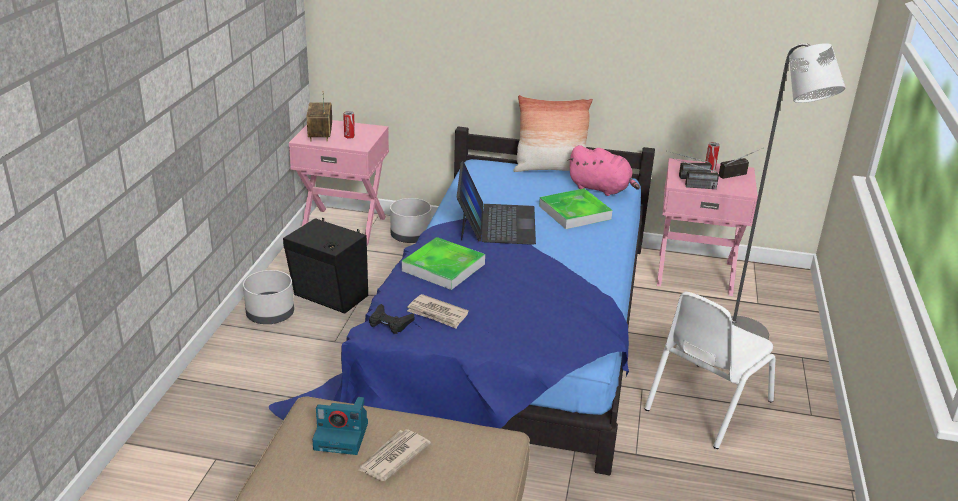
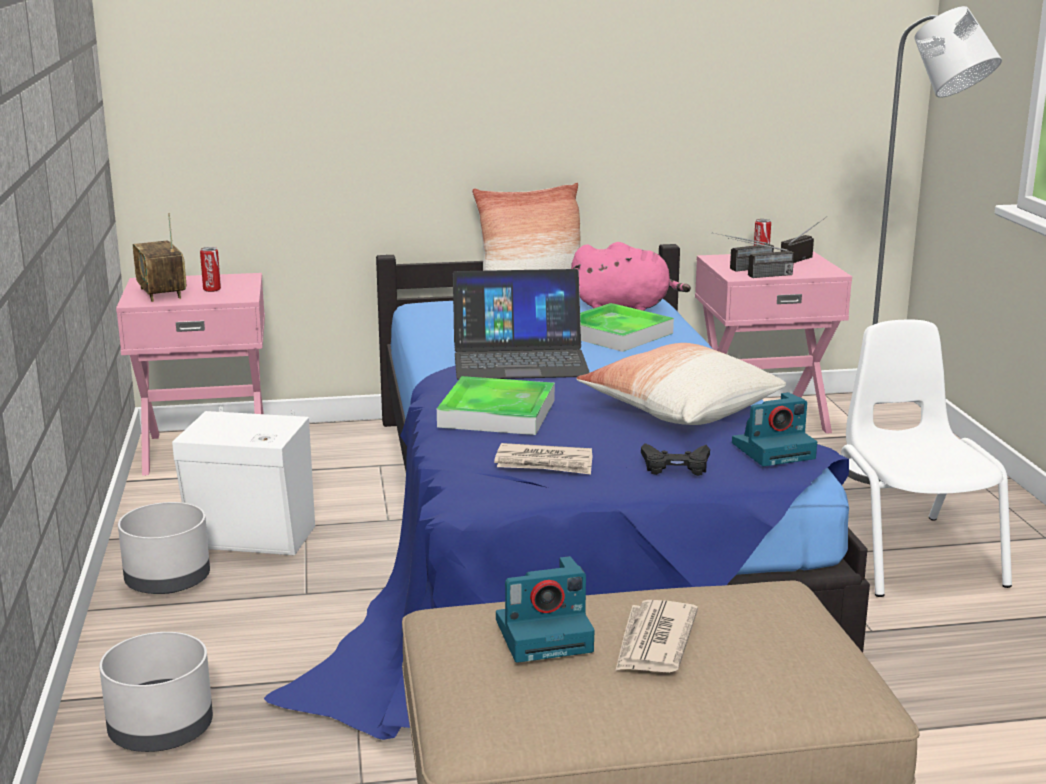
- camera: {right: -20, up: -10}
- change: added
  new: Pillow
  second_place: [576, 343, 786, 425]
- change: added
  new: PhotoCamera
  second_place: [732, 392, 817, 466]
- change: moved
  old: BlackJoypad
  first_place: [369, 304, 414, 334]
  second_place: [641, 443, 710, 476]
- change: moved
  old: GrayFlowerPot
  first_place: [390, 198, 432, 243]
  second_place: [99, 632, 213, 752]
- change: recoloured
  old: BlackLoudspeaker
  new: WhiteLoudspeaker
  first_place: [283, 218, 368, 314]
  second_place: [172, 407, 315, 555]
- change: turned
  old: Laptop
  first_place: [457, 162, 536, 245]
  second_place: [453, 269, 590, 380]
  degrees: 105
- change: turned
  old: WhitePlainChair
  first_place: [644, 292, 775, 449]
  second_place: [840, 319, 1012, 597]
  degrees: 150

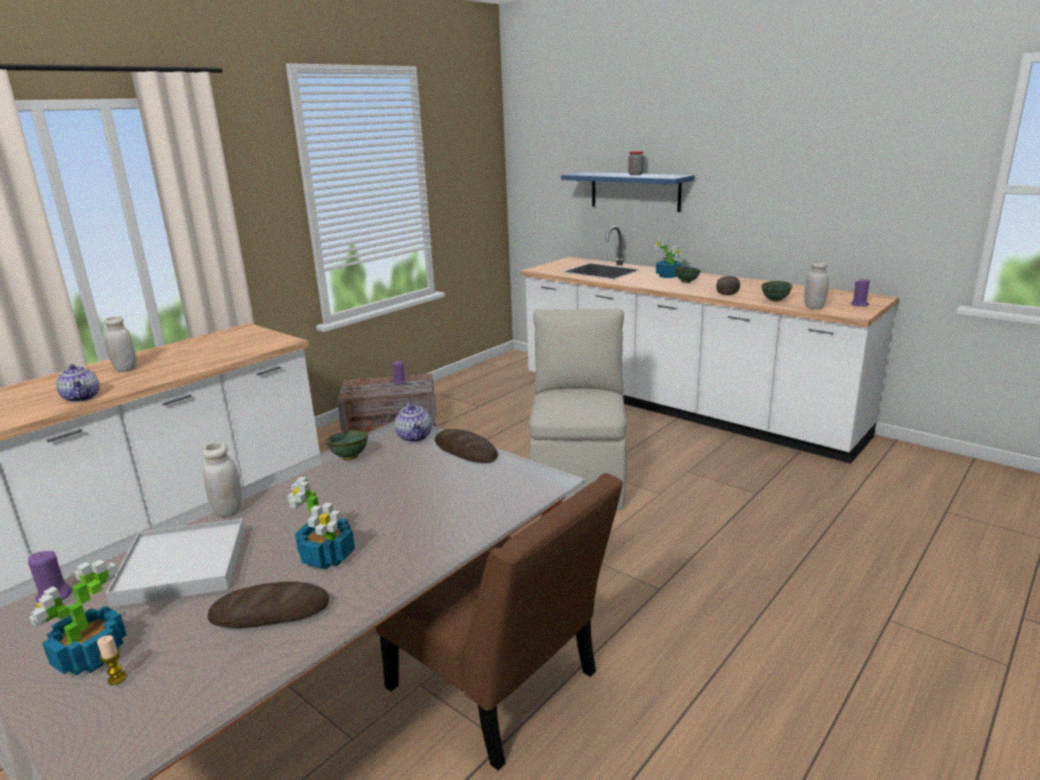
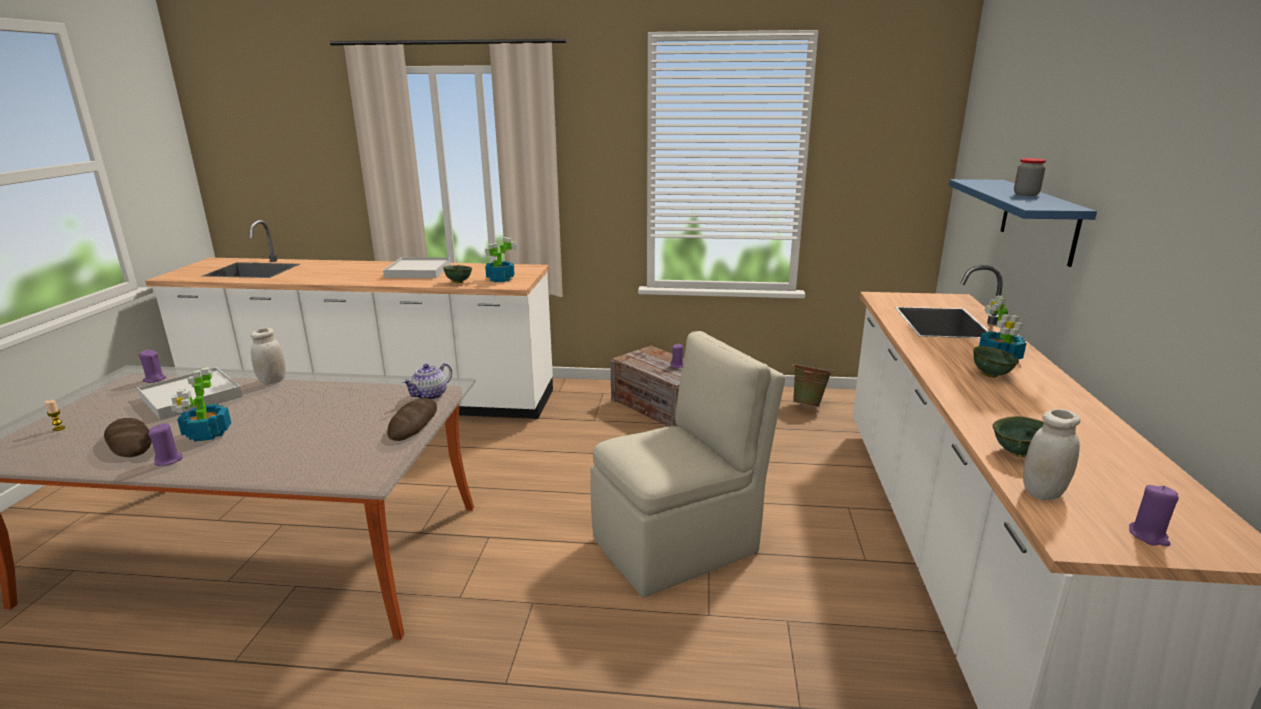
- camera: {right: 55, up: 0}
- change: removed
  old: TeaPot
  first_place: [56, 364, 99, 402]
- change: removed
  old: BrownColouredPlainChair
  first_place: [375, 473, 623, 771]
- change: removed
  old: Bread
  first_place: [716, 276, 740, 295]
- change: added
  new: PurplishWaxLight
  second_place: [148, 423, 183, 466]
- change: added
  new: GreenColouredPail
  second_place: [793, 362, 834, 407]
- change: moved
  old: PottedPlant
  first_place: [29, 560, 127, 676]
  second_place: [485, 237, 516, 282]
- change: moved
  old: GreenColouredServingBowl
  first_place: [325, 430, 369, 460]
  second_place: [443, 265, 472, 283]
- change: replaced
  old: WhitePreserveJar
  new: WhiteTray
  first_place: [104, 316, 137, 372]
  second_place: [383, 257, 451, 278]

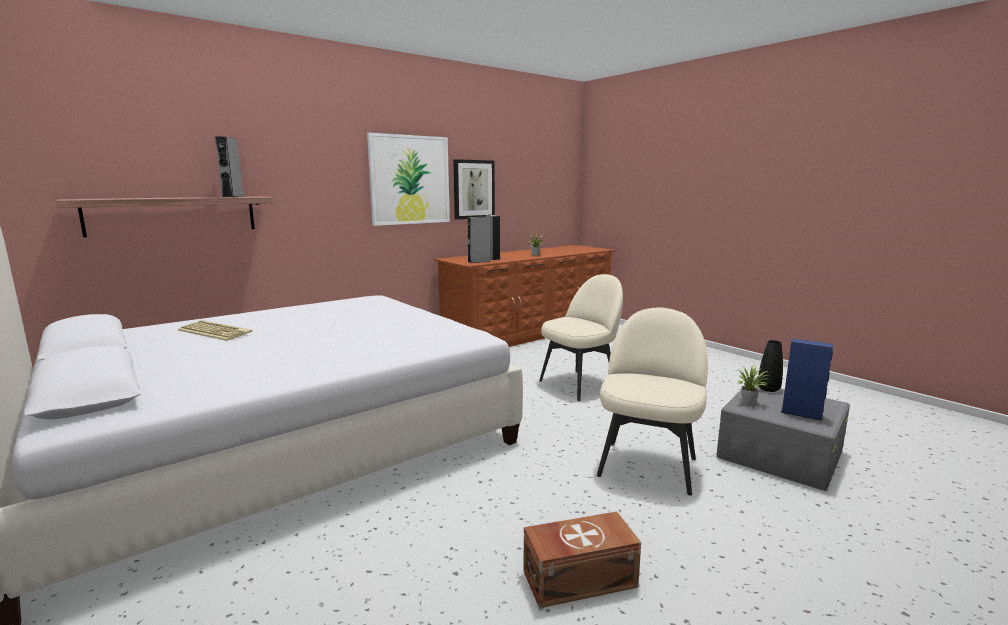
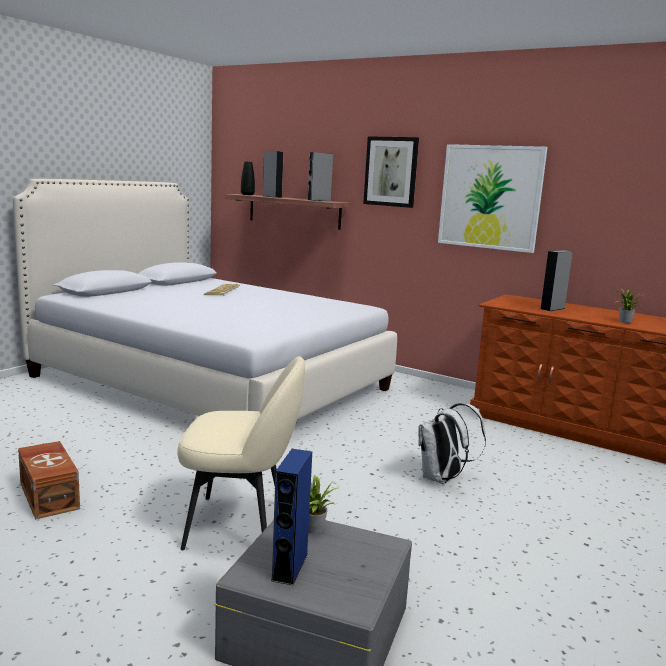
- camera: {right: 70, up: 0}
- change: moved
  old: WallArt
  first_place: [453, 159, 495, 220]
  second_place: [363, 136, 419, 208]
- change: moved
  old: GrayLoudspeaker
  first_place: [467, 217, 490, 263]
  second_place: [263, 151, 283, 198]
- change: moved
  old: BlackVase
  first_place: [758, 340, 783, 392]
  second_place: [241, 162, 255, 195]
- change: replaced
  old: BeigePlainChair
  new: WhiteKnapsack
  first_place: [539, 274, 623, 401]
  second_place: [418, 403, 486, 484]

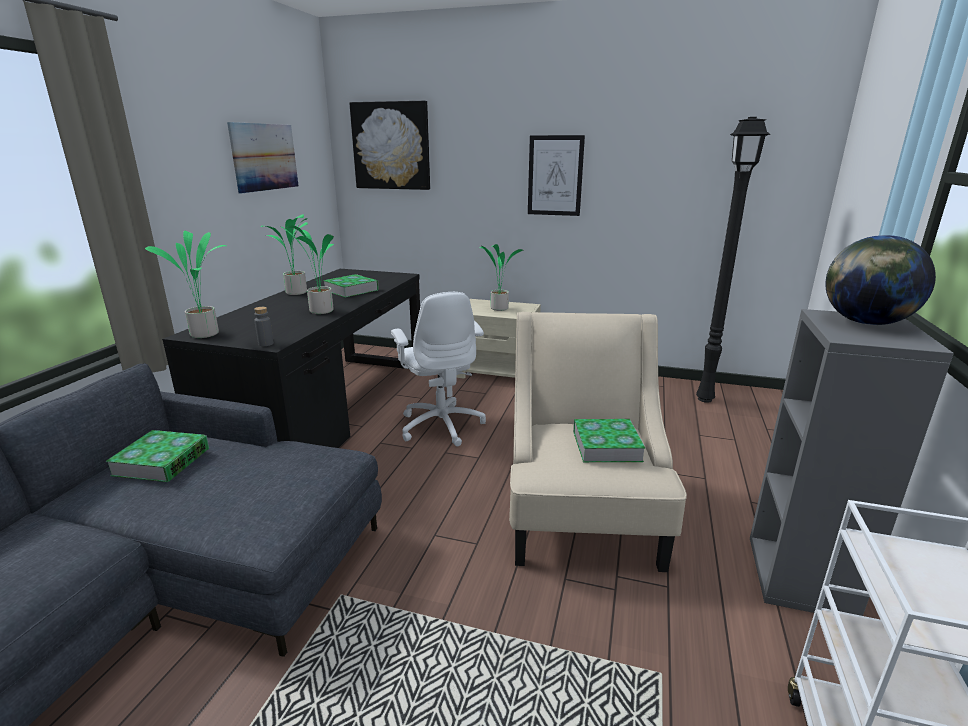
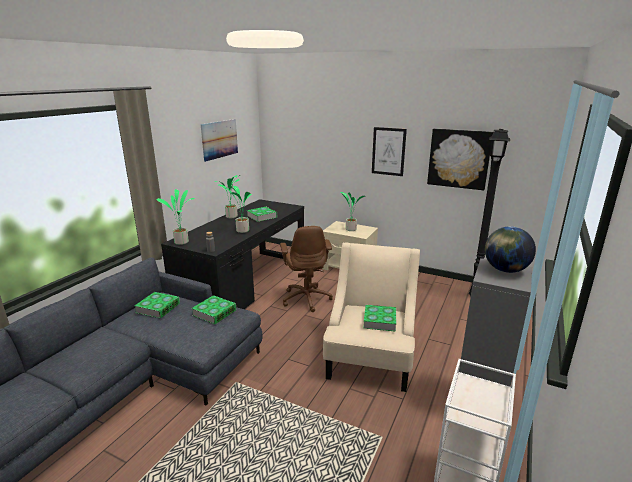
- camera: {right: 10, up: 0}
- change: added
  new: BoundBook
  second_place: [191, 295, 236, 324]
- change: moved
  old: WallArt
  first_place: [349, 101, 430, 190]
  second_place: [427, 128, 494, 190]
- change: recoloured
  old: WhiteComputerChair
  new: BrownColouredComputerChair
  first_place: [391, 292, 486, 446]
  second_place: [280, 226, 333, 312]

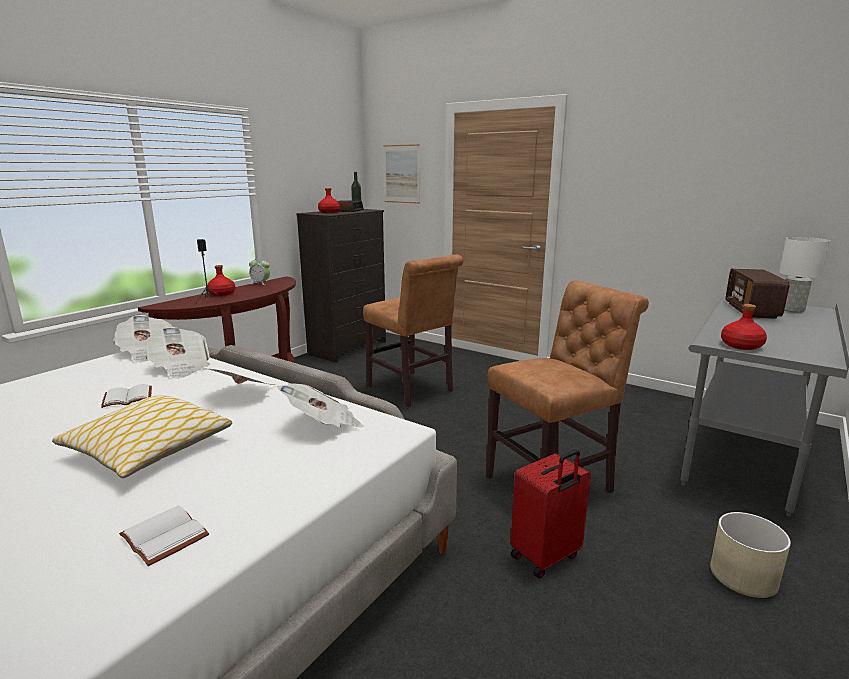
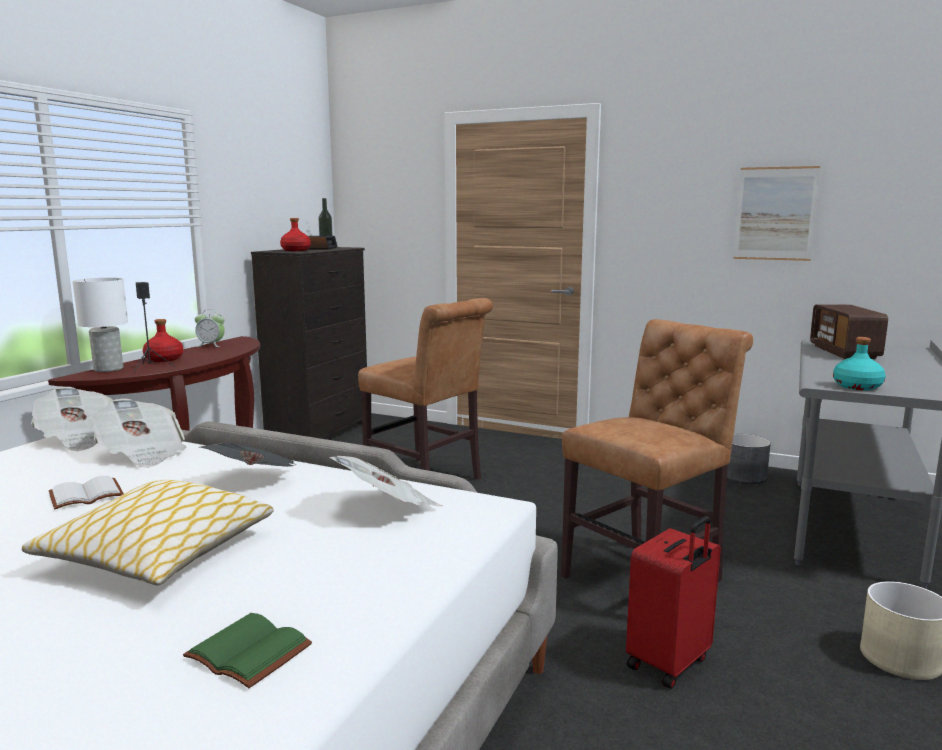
- camera: {right: -10, up: -5}
- change: added
  new: GrayFlowerPot
  second_place: [727, 434, 771, 484]
- change: moved
  old: WallArt
  first_place: [383, 144, 420, 204]
  second_place: [733, 166, 820, 261]
- change: moved
  old: WhiteLampForATable
  first_place: [779, 237, 830, 312]
  second_place: [72, 278, 128, 372]
- change: recoloured
  old: WhiteBoundBook
  new: GreenColouredBoundBook
  first_place: [119, 505, 209, 566]
  second_place: [183, 613, 312, 688]
- change: recoloured
  old: RedColouredBottle
  new: BlueGreenBottle
  first_place: [721, 304, 767, 350]
  second_place: [833, 337, 886, 390]

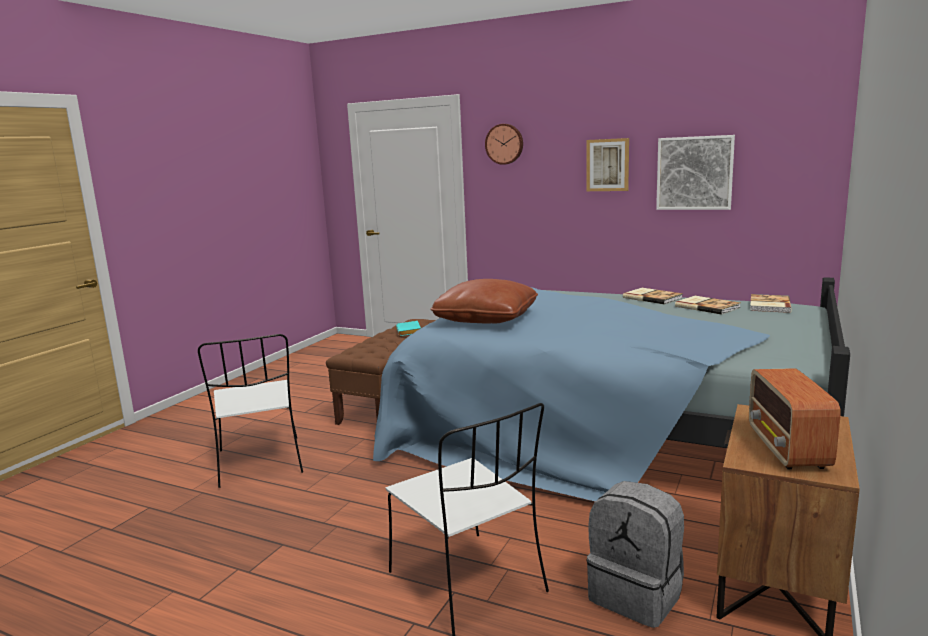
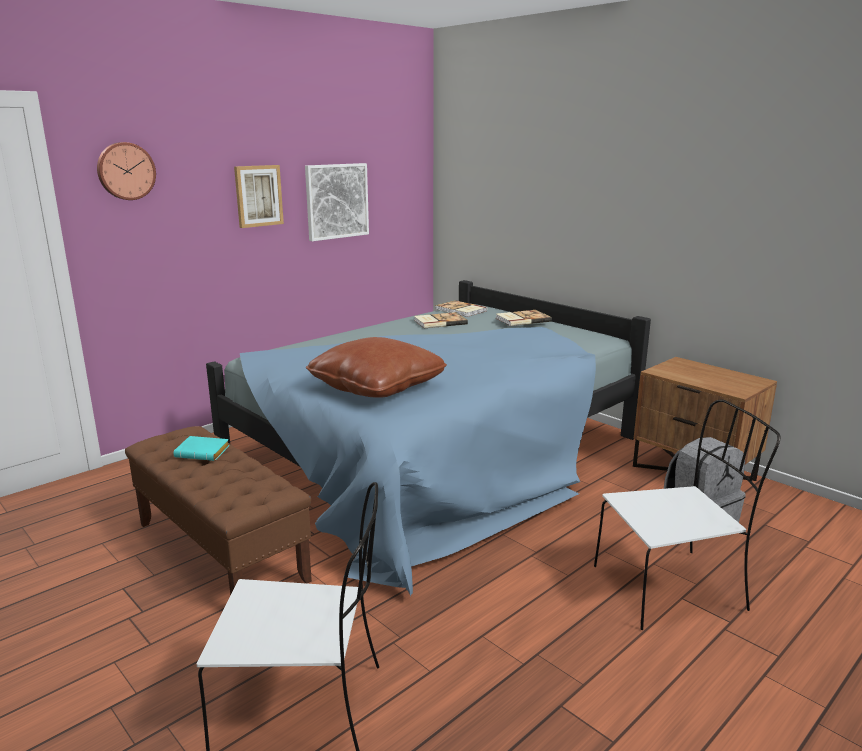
- camera: {right: -70, up: 5}
- change: removed
  old: RadioReceiver
  first_place: [749, 368, 840, 469]
- change: moved
  old: BoundBook
  first_place: [623, 288, 683, 305]
  second_place: [496, 310, 552, 326]

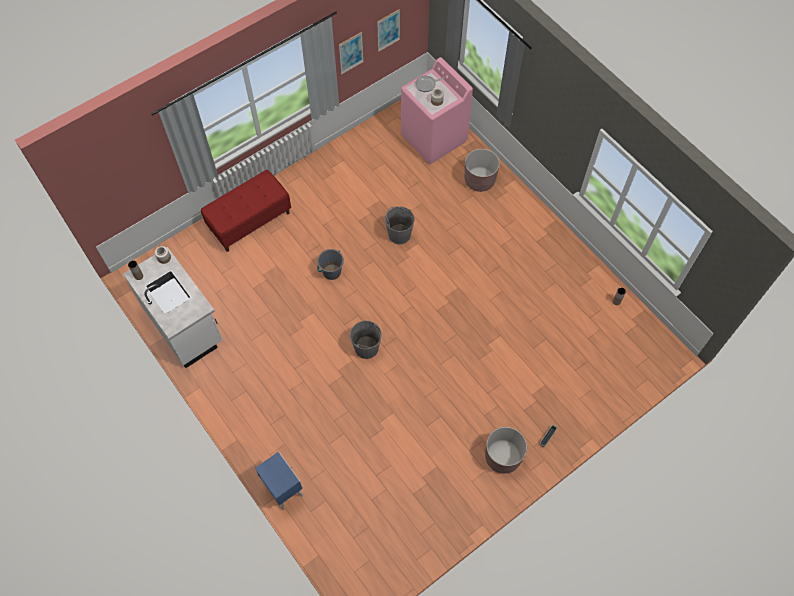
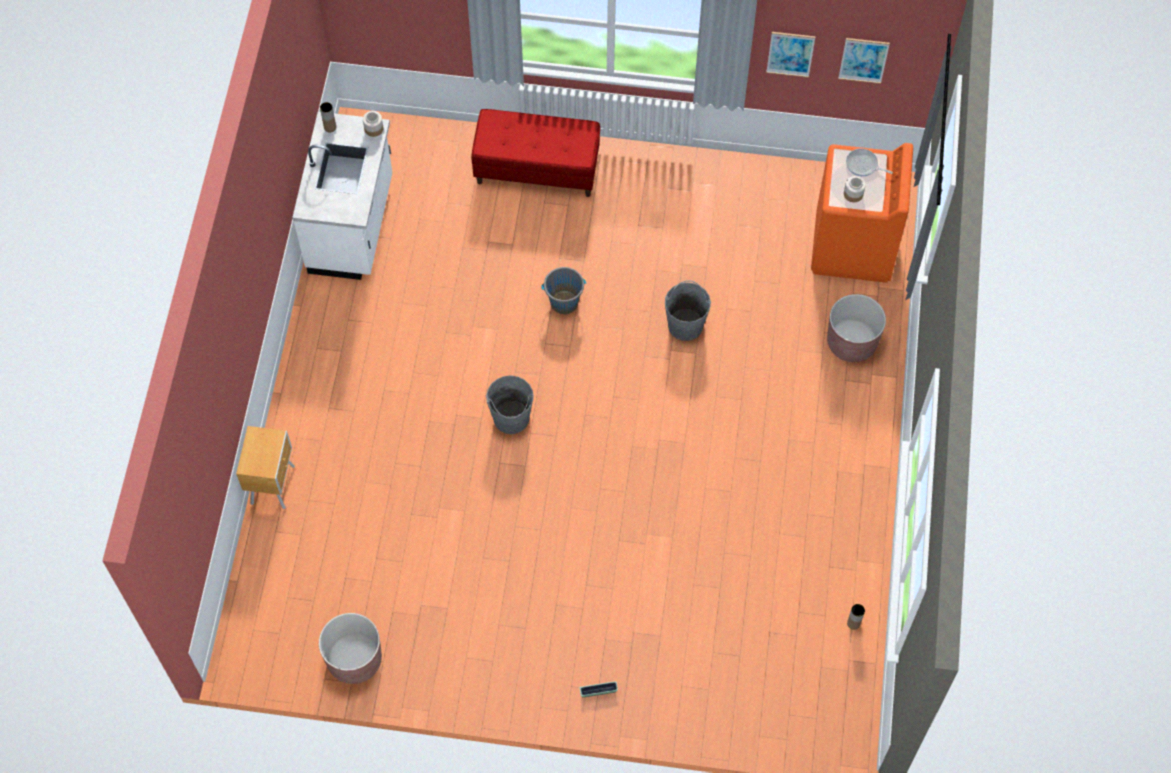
- camera: {right: 45, up: 0}
- change: moved
  old: BrownColouredFlowerPot
  first_place: [485, 427, 527, 474]
  second_place: [319, 613, 382, 684]
- change: recoloured
  old: BluishNightTable
  new: BrownColouredNightTable
  first_place: [255, 452, 303, 510]
  second_place: [236, 426, 295, 509]
- change: recoloured
  old: PinkishLaundryMachine
  new: OrangeColouredLaundryMachine
  first_place: [401, 57, 473, 164]
  second_place: [811, 143, 913, 283]

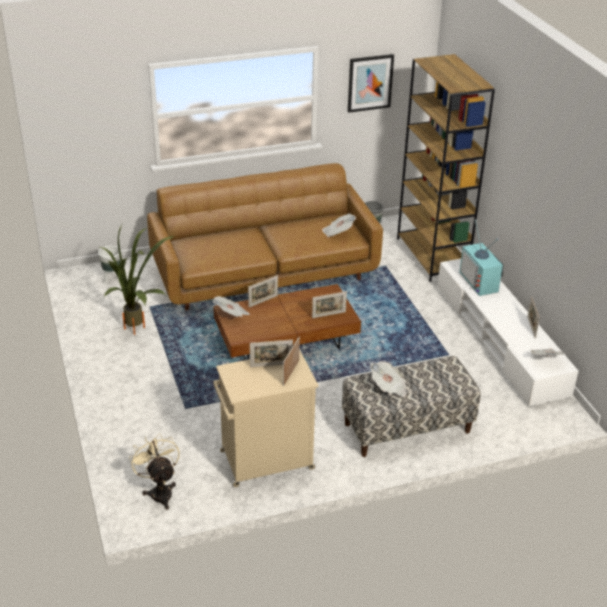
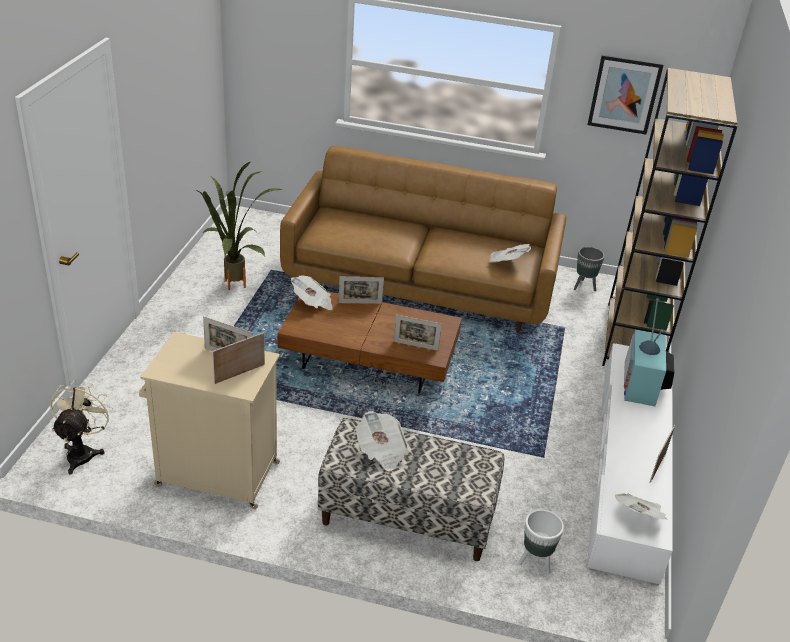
- camera: {right: 30, up: 0}
- change: moved
  old: WhiteFlowerPot
  first_place: [98, 246, 121, 284]
  second_place: [518, 509, 564, 574]

